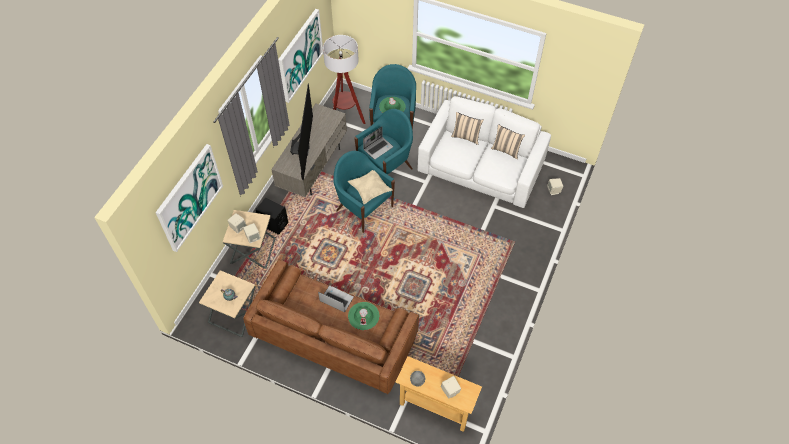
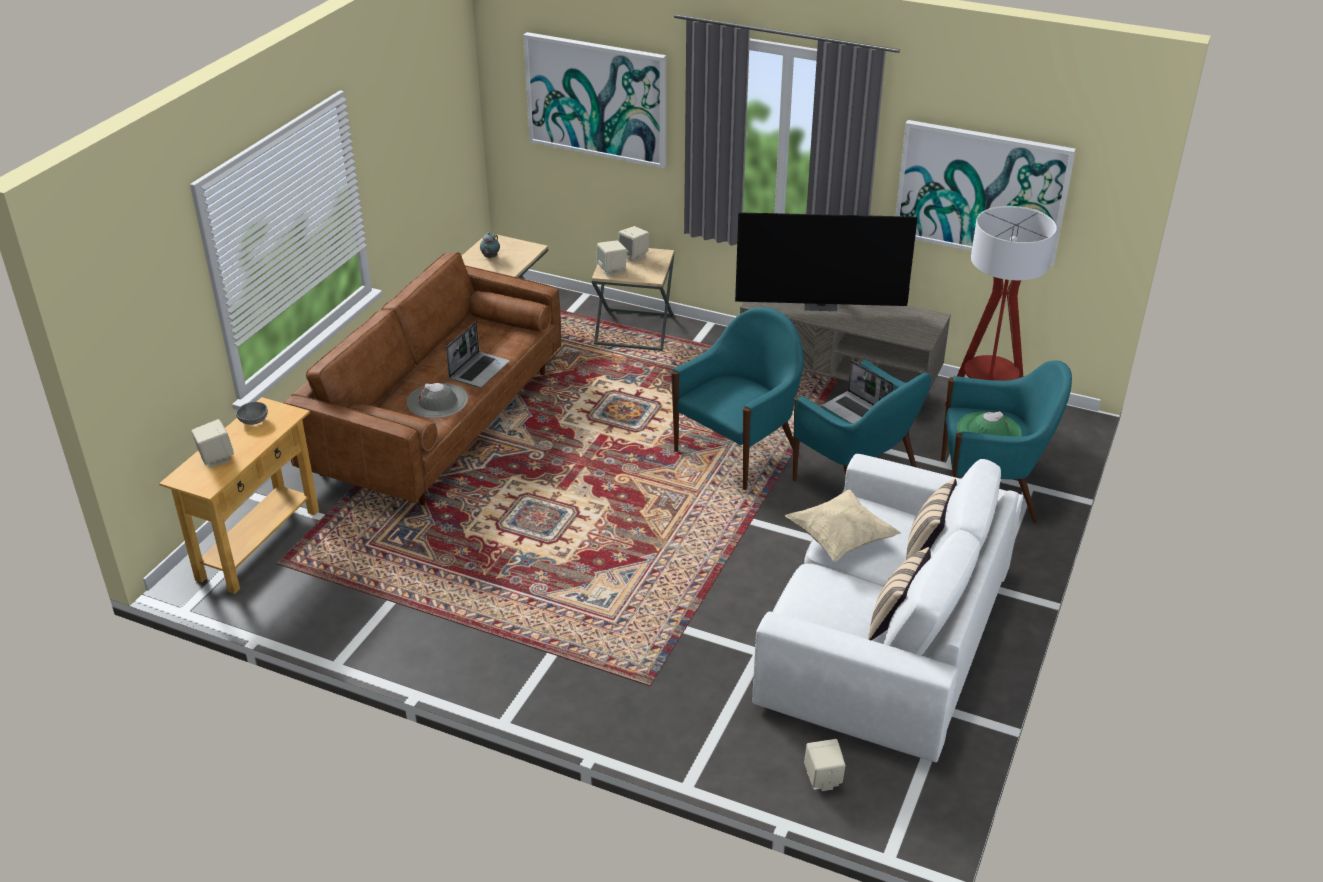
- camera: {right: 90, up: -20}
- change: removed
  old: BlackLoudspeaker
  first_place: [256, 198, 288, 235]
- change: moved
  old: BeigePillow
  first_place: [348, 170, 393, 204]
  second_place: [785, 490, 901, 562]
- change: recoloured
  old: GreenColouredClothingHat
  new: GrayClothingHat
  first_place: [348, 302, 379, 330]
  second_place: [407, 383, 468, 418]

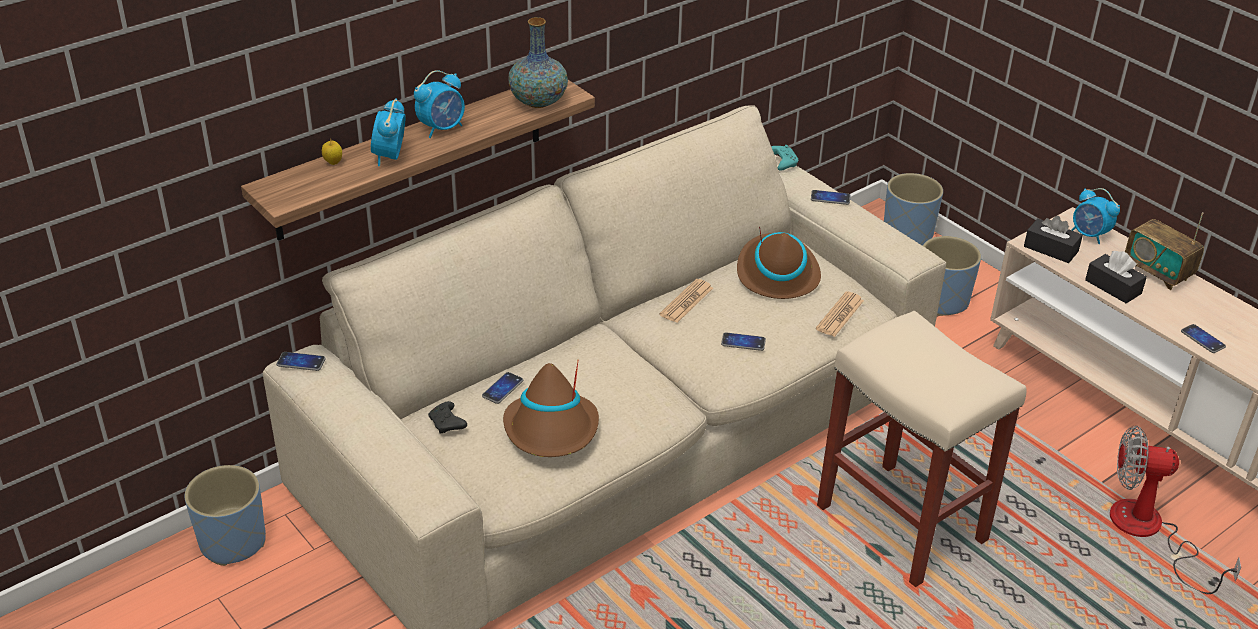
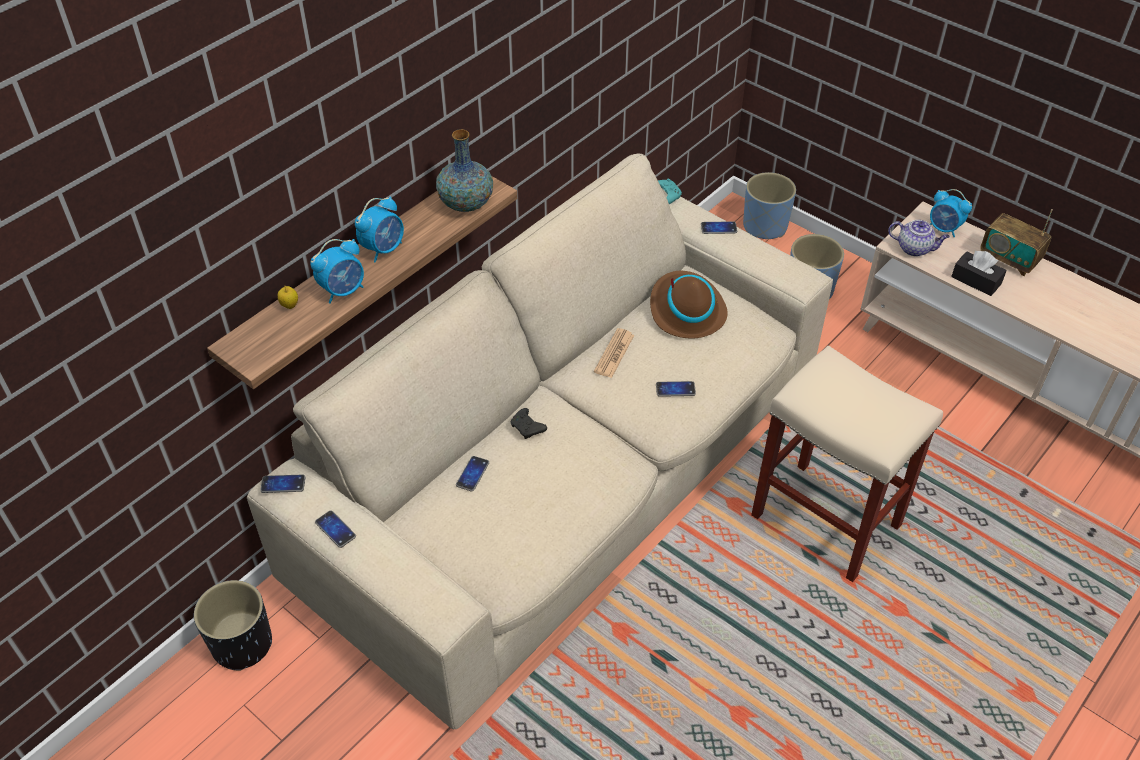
- camera: {right: -10, up: 10}
- change: removed
  old: BrownColouredClothingHat
  first_place: [503, 359, 599, 457]
- change: removed
  old: DailyPaper
  first_place: [816, 292, 864, 337]
- change: removed
  old: Fan
  first_place: [1110, 426, 1241, 594]
- change: moved
  old: BlackJoypad
  first_place: [428, 401, 467, 433]
  second_place: [510, 408, 547, 439]
- change: moved
  old: Phone
  first_place: [1181, 324, 1226, 353]
  second_place: [315, 511, 356, 548]
- change: replaced
  old: BlackTissueBox
  new: TeaPot
  first_place: [1024, 216, 1083, 263]
  second_place: [888, 220, 950, 257]
- change: recoloured
  old: BluishFlowerPot
  new: BlackFlowerPot
  first_place: [185, 465, 266, 566]
  second_place: [194, 580, 272, 671]
- change: turned
  old: TableClock
  first_place: [371, 98, 406, 166]
  second_place: [310, 239, 364, 304]
  degrees: -120

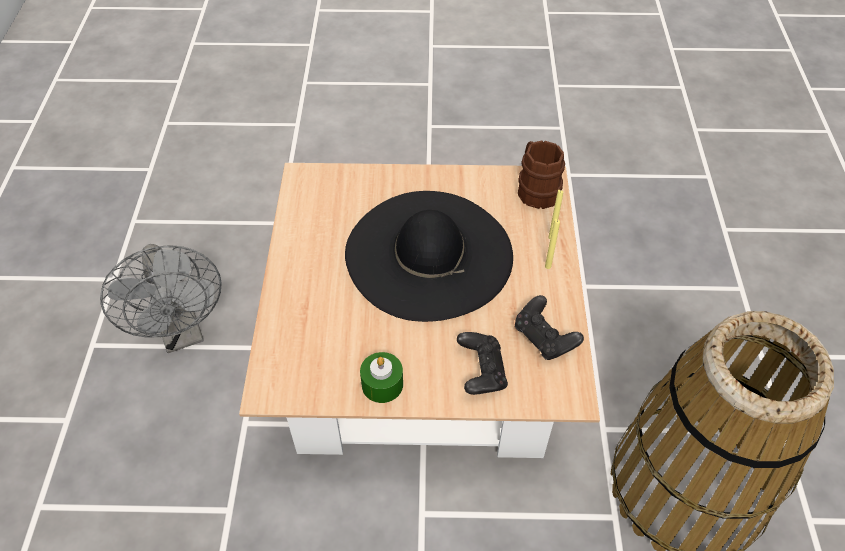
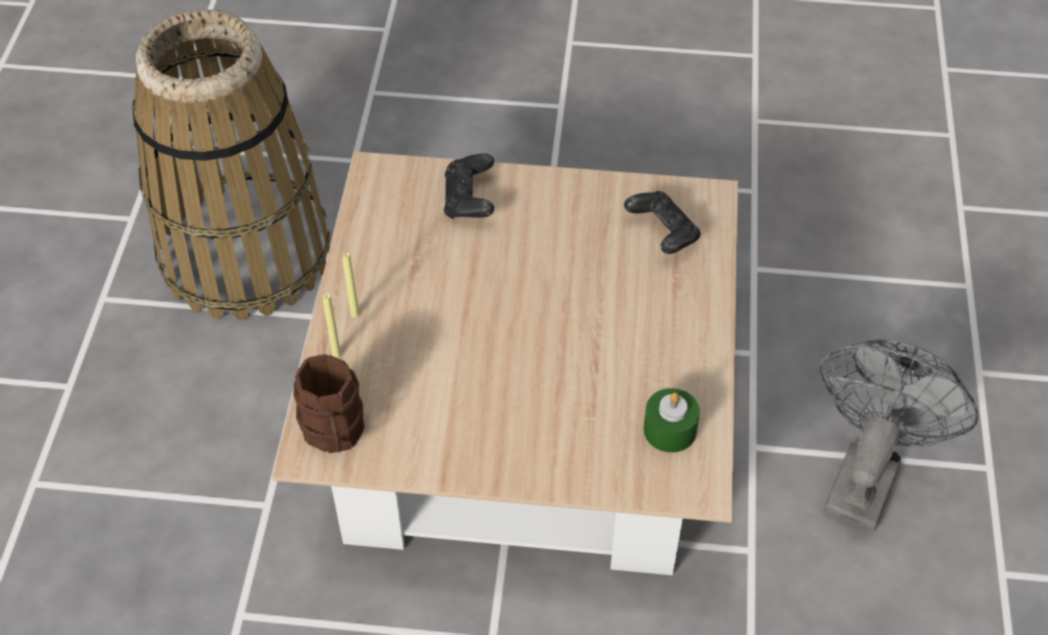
- camera: {right: -175, up: 0}
- change: removed
  old: BlackClothingHat
  first_place: [345, 191, 513, 322]
- change: moved
  old: GreenColouredWaxLight
  first_place: [360, 352, 403, 403]
  second_place: [644, 388, 700, 453]
- change: moved
  old: BlackJoypad
  first_place: [515, 295, 584, 360]
  second_place: [624, 191, 701, 254]
- change: turned
  old: GrayFan
  first_place: [100, 244, 222, 353]
  second_place: [819, 339, 978, 531]
  degrees: 45

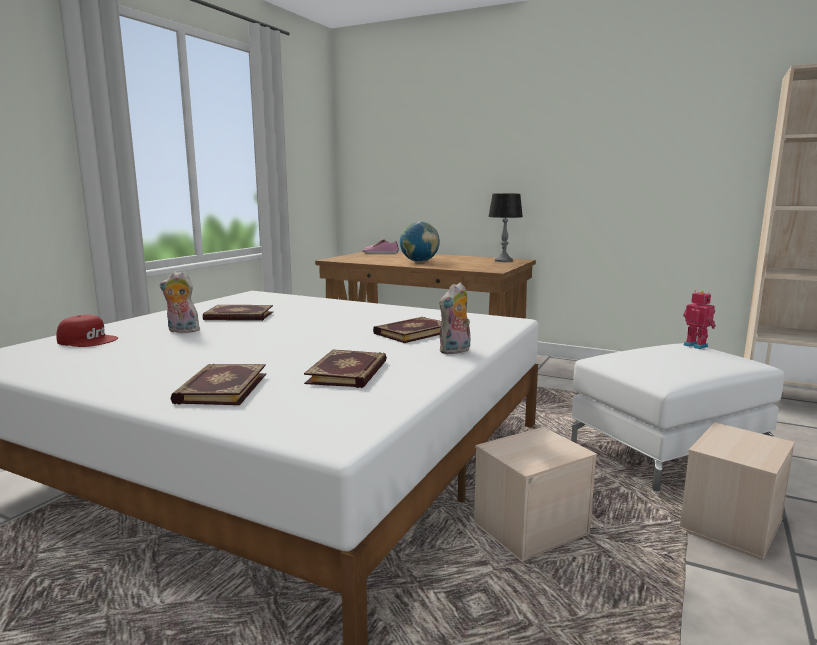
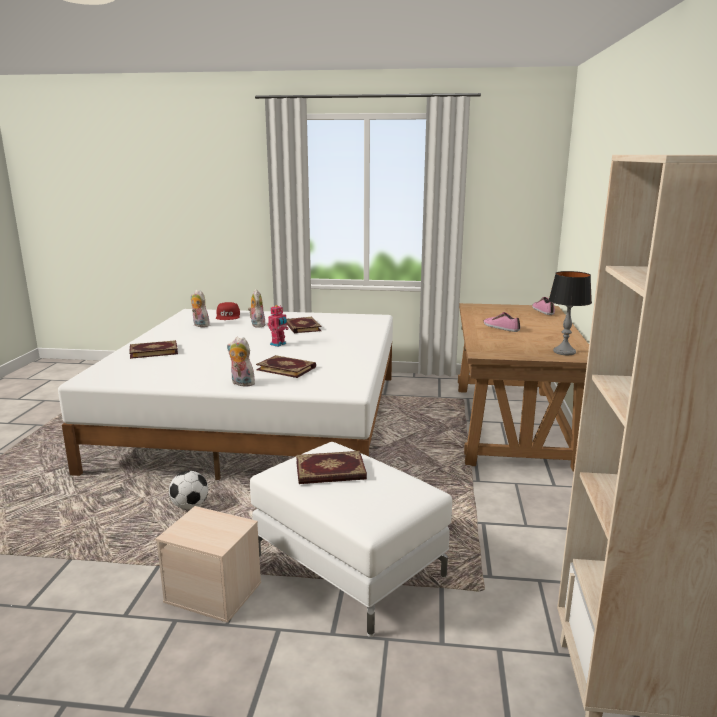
- camera: {right: 70, up: 5}
- change: added
  new: SoftToy
  second_place: [191, 290, 210, 327]
- change: moved
  old: BoundBook
  first_place: [304, 349, 387, 388]
  second_place: [296, 451, 367, 484]
- change: moved
  old: ToyRobot
  first_place: [683, 291, 716, 349]
  second_place: [268, 305, 289, 347]
- change: replaced
  old: WorldGlobe
  new: LowShoe
  first_place: [400, 222, 440, 262]
  second_place: [484, 312, 520, 332]
- change: replaced
  old: BeigeStorageBin
  new: BallForFootball
  first_place: [473, 427, 597, 562]
  second_place: [169, 471, 208, 509]

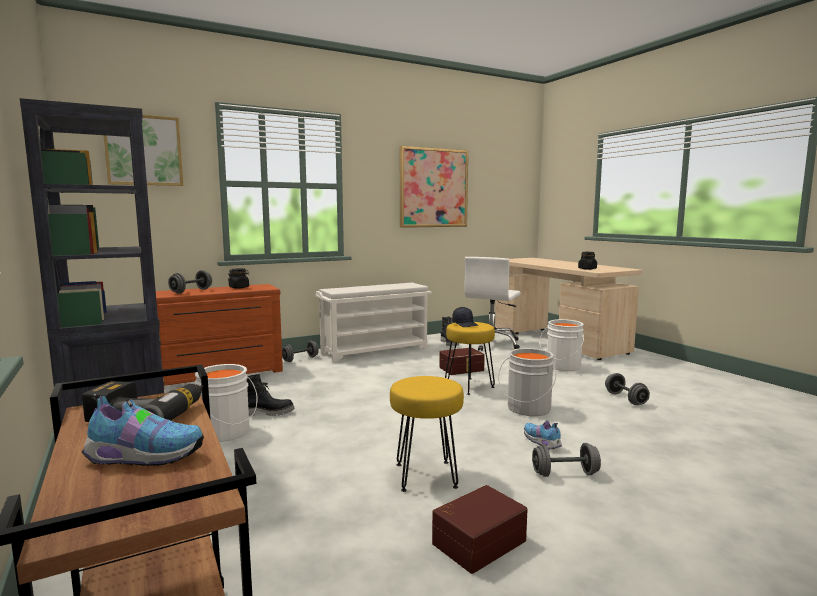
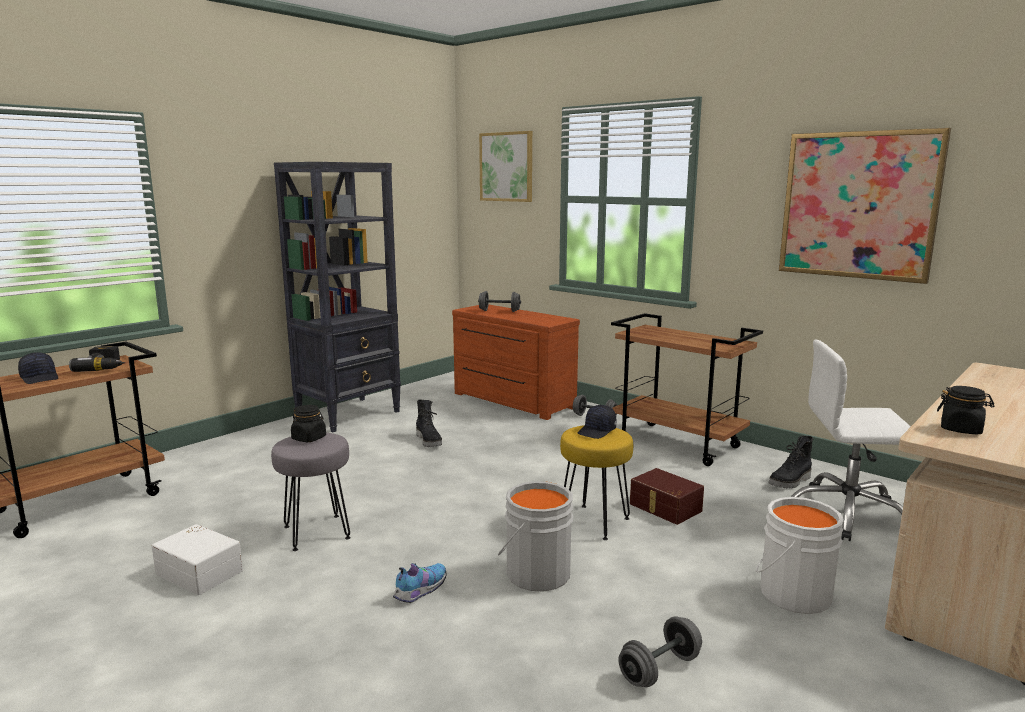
- camera: {right: 70, up: 5}
- change: removed
  old: WhitePail
  first_place: [195, 364, 258, 442]
- change: removed
  old: GrayHandWeight
  first_place: [532, 443, 601, 477]
- change: moved
  old: BlackPreserveJar
  first_place: [228, 268, 249, 289]
  second_place: [291, 405, 326, 442]
- change: replaced
  old: LowShoe
  new: BlackBaseballCap
  first_place: [82, 394, 204, 466]
  second_place: [18, 352, 58, 384]
- change: replaced
  old: WhiteShoeShelf
  new: BrownColouredTrolley
  first_place: [315, 283, 432, 363]
  second_place: [611, 313, 763, 466]
- change: recoloured
  old: YellowishStool
  new: GrayStool
  first_place: [390, 376, 464, 492]
  second_place: [271, 433, 351, 551]
- change: recoloured
  old: BrownColouredStorageBin
  new: WhiteStorageBin
  first_place: [432, 485, 527, 574]
  second_place: [152, 524, 243, 595]

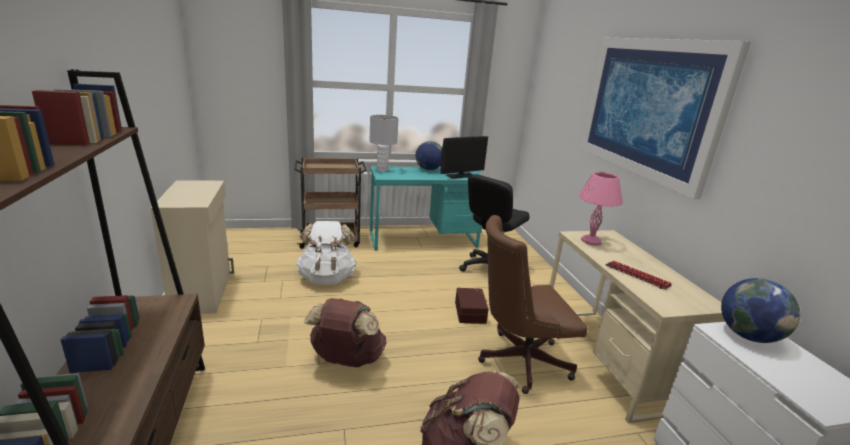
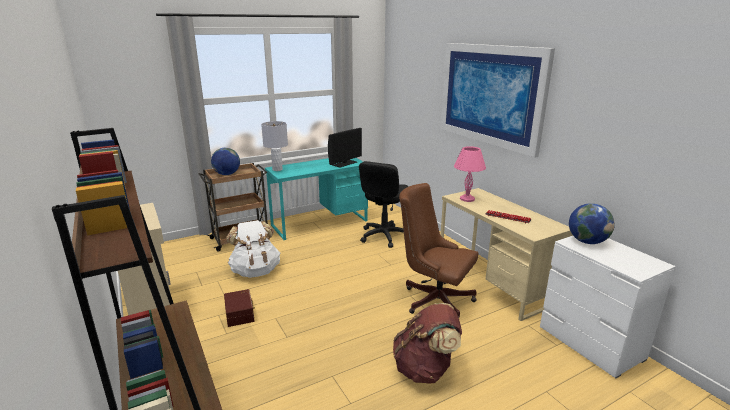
- camera: {right: -15, up: 0}
- change: removed
  old: BrownColouredKnapsack
  first_place: [304, 298, 386, 367]
- change: moved
  old: WorldGlobe
  first_place: [416, 141, 442, 170]
  second_place: [211, 148, 240, 175]
- change: moved
  old: BrownColouredStorageBin
  first_place: [455, 288, 489, 324]
  second_place: [224, 289, 255, 327]
- change: turned
  old: BrownColouredComputerChair
  first_place: [478, 215, 588, 394]
  second_place: [399, 183, 478, 317]
  degrees: 60

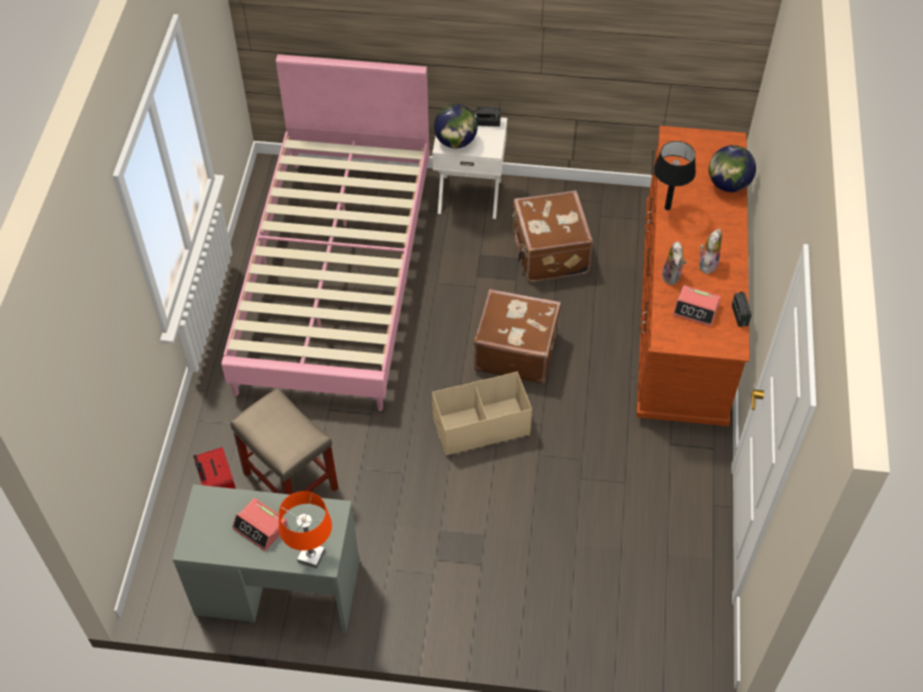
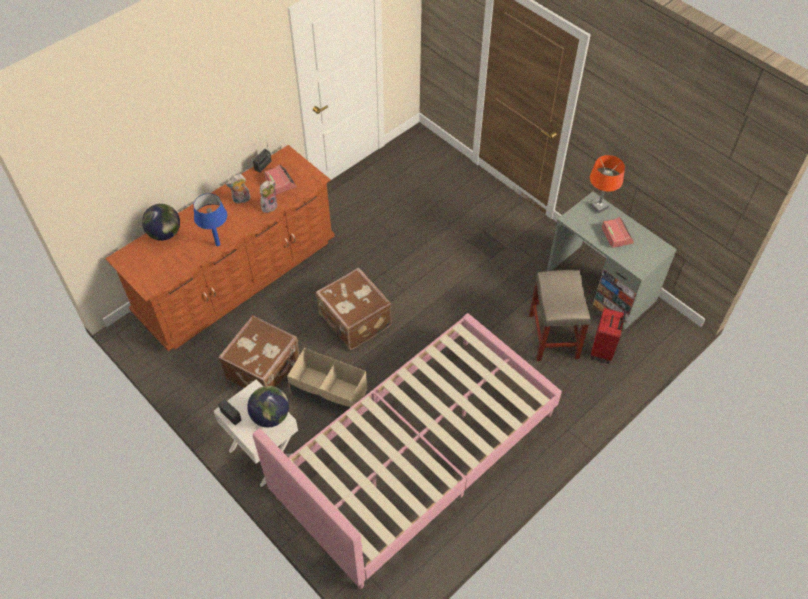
- camera: {right: -140, up: 0}
- change: moved
  old: BeigeStorageBin
  first_place: [432, 371, 532, 456]
  second_place: [287, 348, 367, 415]
- change: recoloured
  old: BlackLampForATable
  new: BluishLampForATable
  first_place: [654, 141, 696, 210]
  second_place: [193, 193, 227, 246]

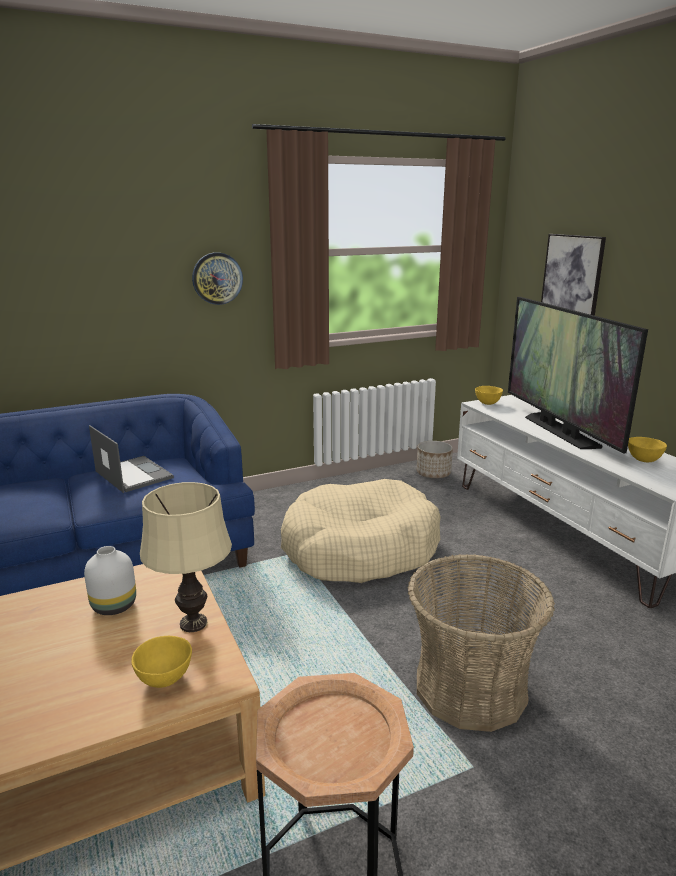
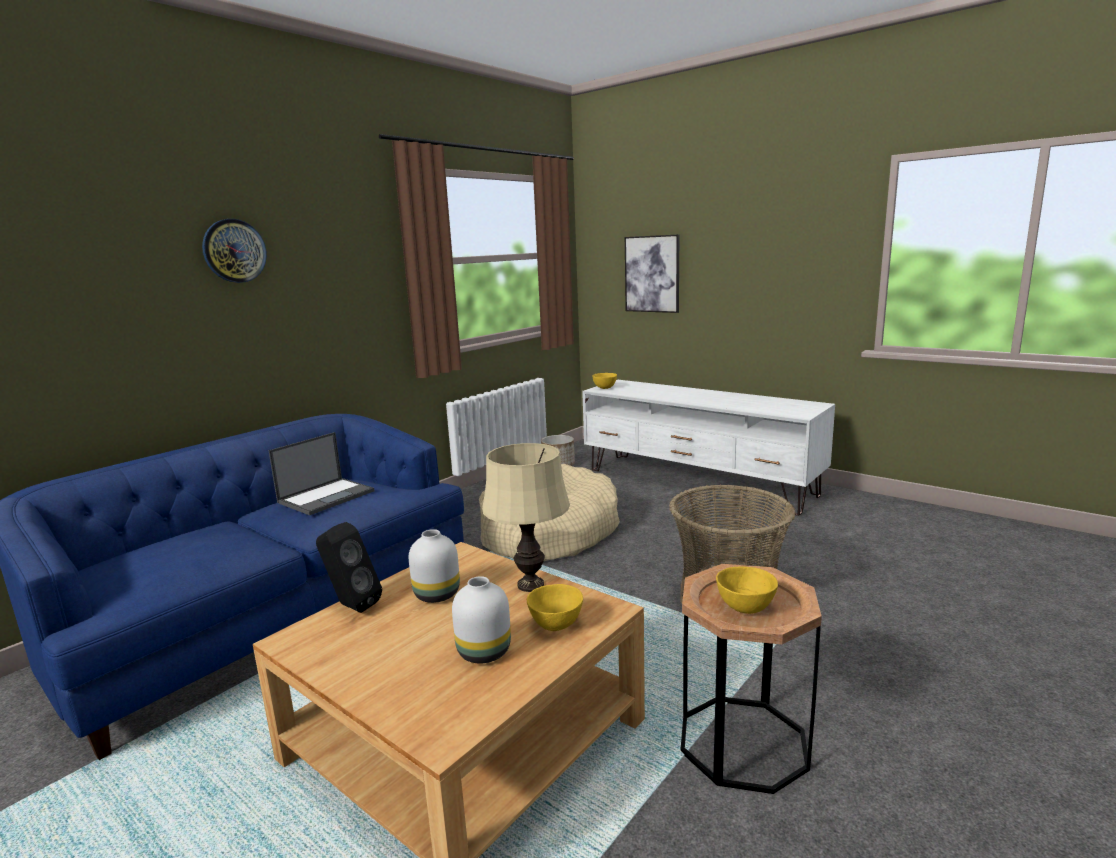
- camera: {right: -25, up: -5}
- change: removed
  old: TvSet
  first_place: [508, 297, 648, 454]
- change: added
  new: BlackLoudspeaker
  second_place: [316, 522, 382, 613]
- change: added
  new: WhiteVase
  second_place: [452, 576, 511, 663]
- change: moved
  old: WallClock
  first_place: [192, 252, 243, 305]
  second_place: [202, 219, 267, 283]
- change: moved
  old: YellowishServingBowl
  first_place: [628, 437, 667, 462]
  second_place: [716, 566, 778, 614]
- change: turned
  old: Laptop
  first_place: [89, 425, 174, 493]
  second_place: [268, 432, 374, 515]
  degrees: 105

